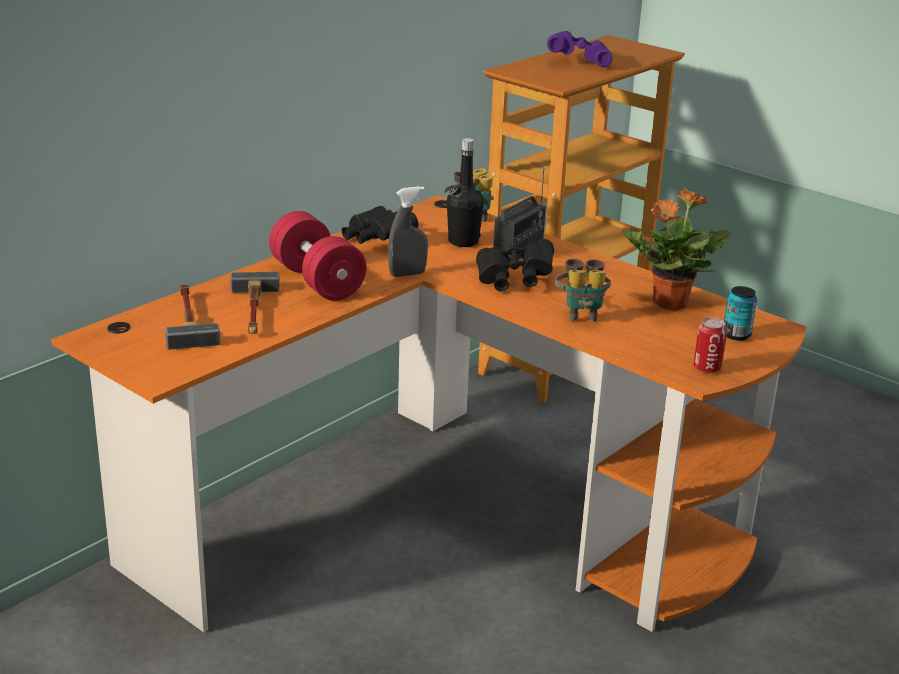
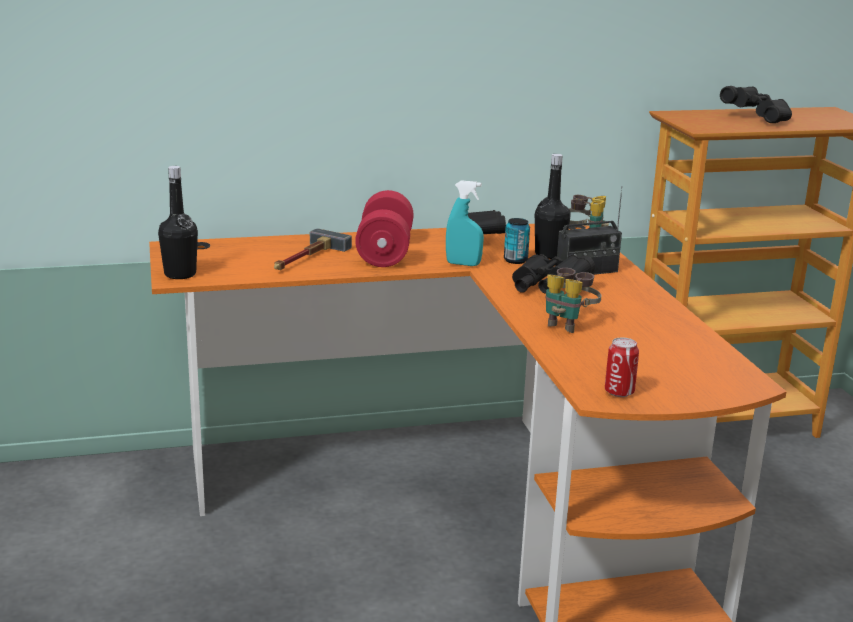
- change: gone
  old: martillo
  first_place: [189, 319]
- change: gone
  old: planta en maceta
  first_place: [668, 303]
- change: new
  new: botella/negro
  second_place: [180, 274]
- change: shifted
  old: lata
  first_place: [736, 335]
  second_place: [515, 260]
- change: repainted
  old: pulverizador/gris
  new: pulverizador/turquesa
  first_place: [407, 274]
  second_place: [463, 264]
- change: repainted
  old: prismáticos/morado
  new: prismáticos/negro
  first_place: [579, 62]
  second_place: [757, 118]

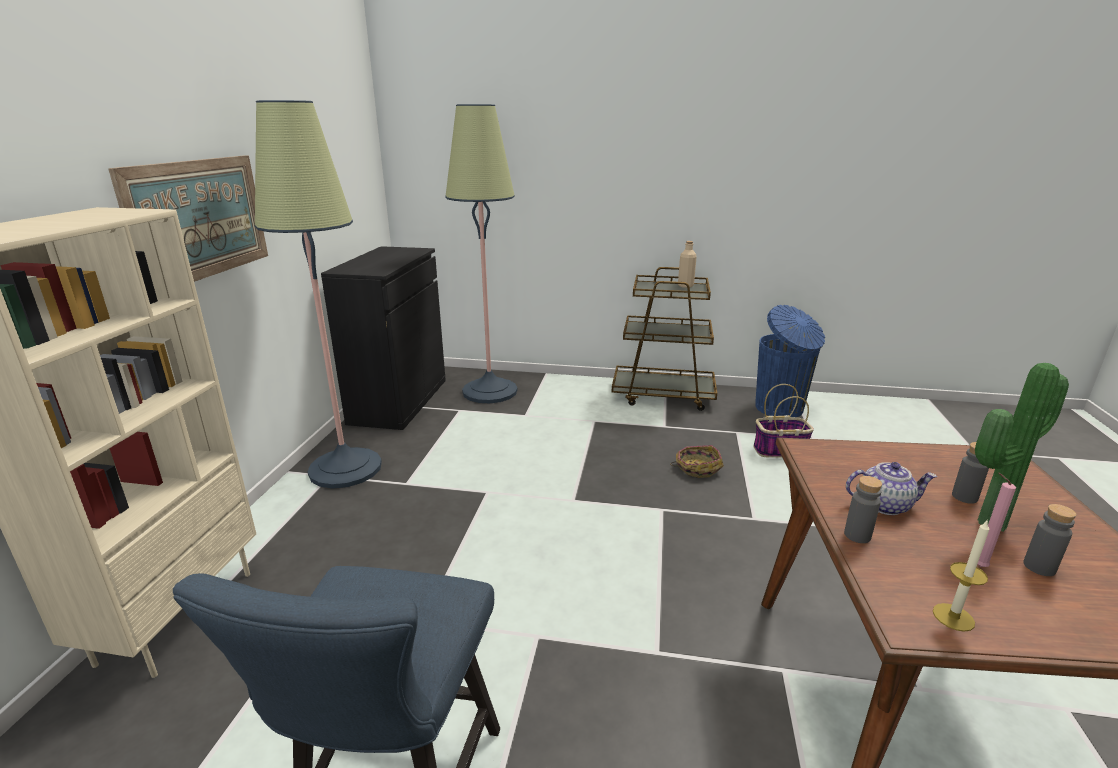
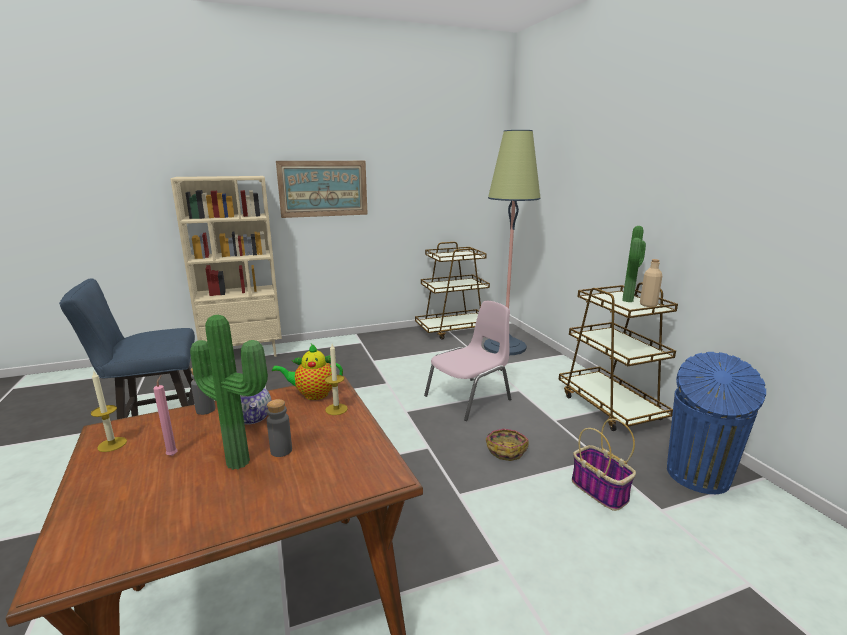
- change: gone
  old: lámpara de pie
  first_place: [345, 468]
- change: gone
  old: botella/gris
  first_place: [1039, 567]
- change: new
  new: tetera
  second_place: [313, 394]
- change: new
  new: vela
  second_place: [336, 409]
- change: new
  new: silla/rosa
  second_place: [469, 398]
- change: new
  new: planta en maceta
  second_place: [630, 301]
- change: swapped
  old: armario/negro
  new: carrito/marrón
  first_place: [399, 401]
  second_place: [453, 330]

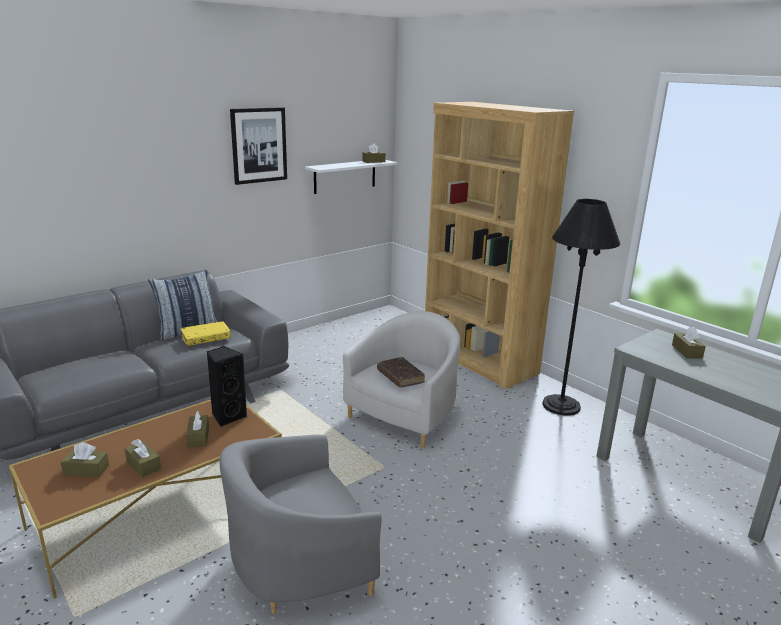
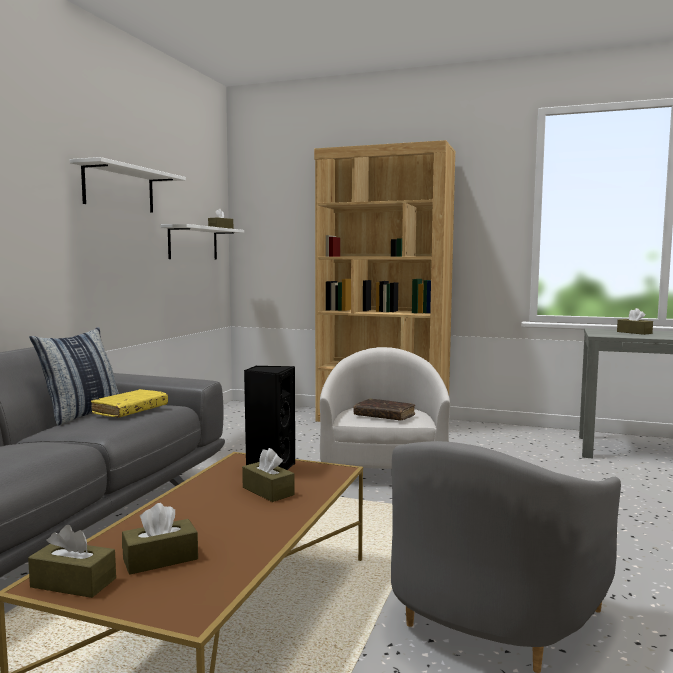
- change: gone
  old: lámpara de pie/negro
  first_place: [561, 405]
- change: shifted
  old: caja de pañuelos/marrón
  first_place: [143, 465]
  second_place: [73, 583]
- change: swapped
  old: cuadro
  new: estante/blanco
  first_place: [259, 145]
  second_place: [119, 189]

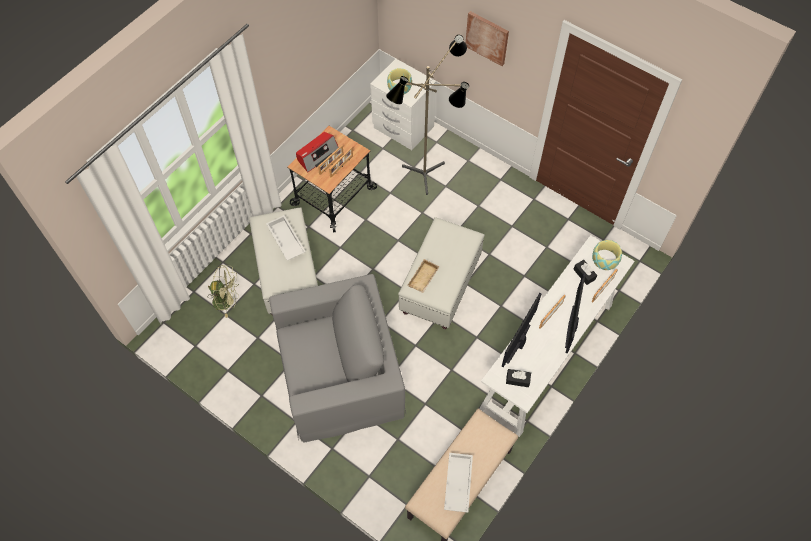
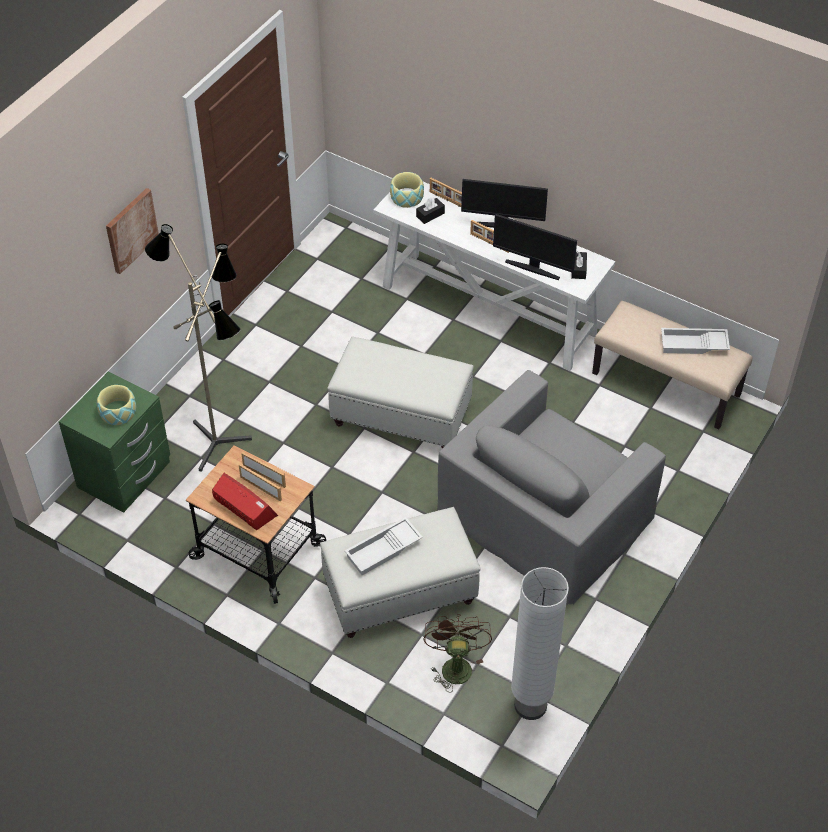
- change: gone
  old: bandeja/beis
  first_place: [424, 278]
- change: new
  new: lámpara de pie/blanco
  second_place: [530, 705]
- change: repainted
  old: ventilador/verde
  new: ventilador/marrón
  first_place: [227, 301]
  second_place: [455, 665]
- change: repainted
  old: mesita de noche/blanco
  new: mesita de noche/verde
  first_place: [403, 128]
  second_place: [125, 475]
- change: rotated
  old: sillón/gris
  first_place: [340, 372]
  second_place: [545, 514]
  degrees: -120

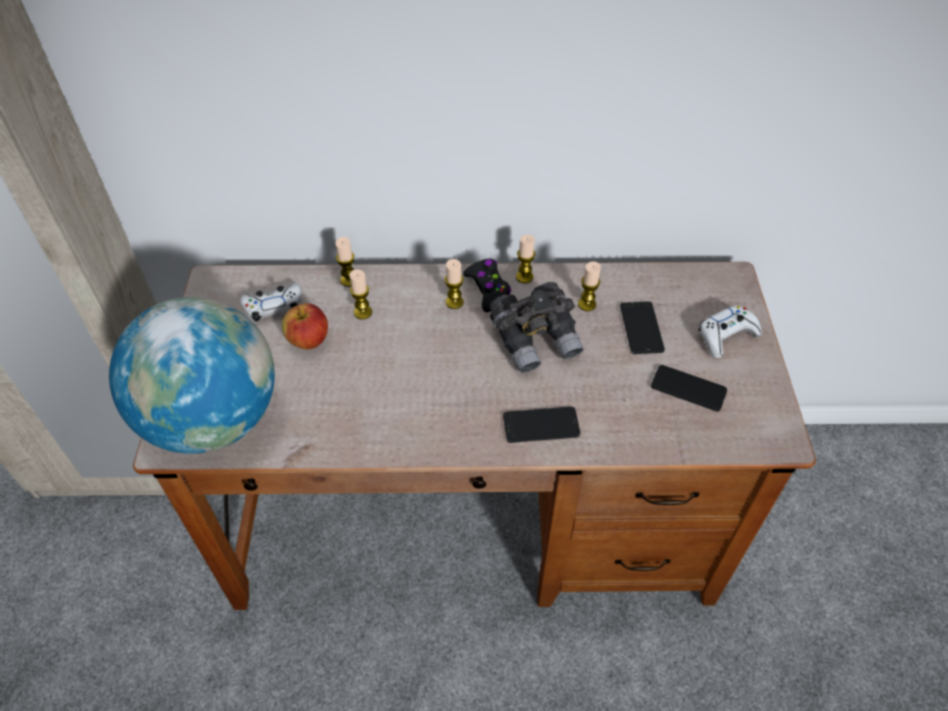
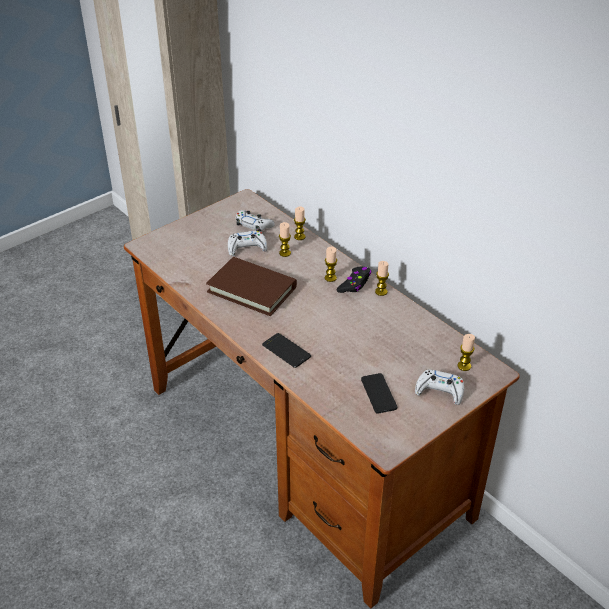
- change: gone
  old: globo terráqueo
  first_place: [214, 419]
- change: gone
  old: prismáticos/gris
  first_place: [536, 340]
- change: gone
  old: móvil
  first_place: [641, 328]
- change: new
  new: libro/marrón
  second_place: [252, 289]
- change: shifted
  old: vela
  first_place: [587, 304]
  second_place: [464, 366]
- change: swapped
  old: manzana
  new: mando de consola/blanco
  first_place: [309, 340]
  second_place: [247, 247]

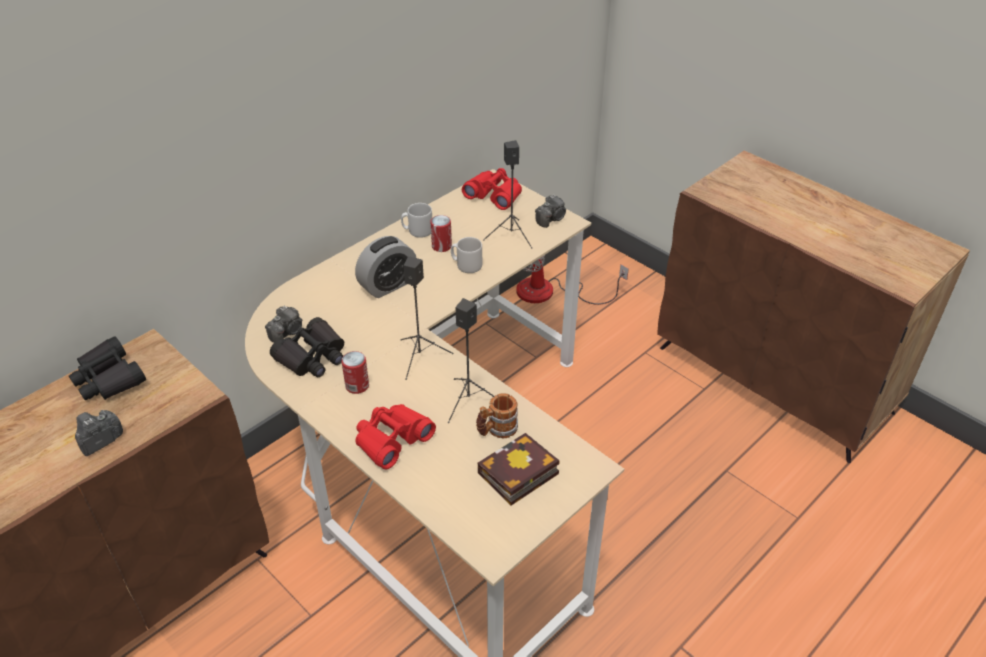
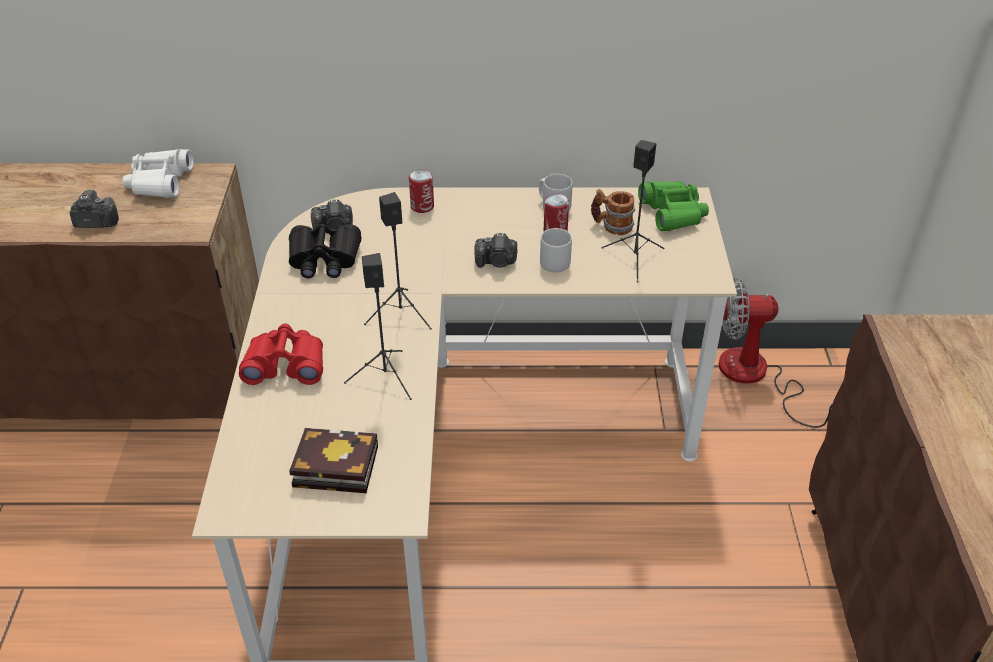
- change: gone
  old: despertador
  first_place: [388, 285]
- change: shifted
  old: lata
  first_place: [357, 386]
  second_place: [422, 206]
- change: shifted
  old: taza grande
  first_place: [496, 430]
  second_place: [611, 225]
- change: shifted
  old: cámara
  first_place: [551, 219]
  second_place: [497, 262]
- change: repainted
  old: prismáticos/negro
  new: prismáticos/blanco
  first_place: [109, 378]
  second_place: [160, 182]
- change: repainted
  old: prismáticos/rojo
  new: prismáticos/verde
  first_place: [494, 195]
  second_place: [672, 213]

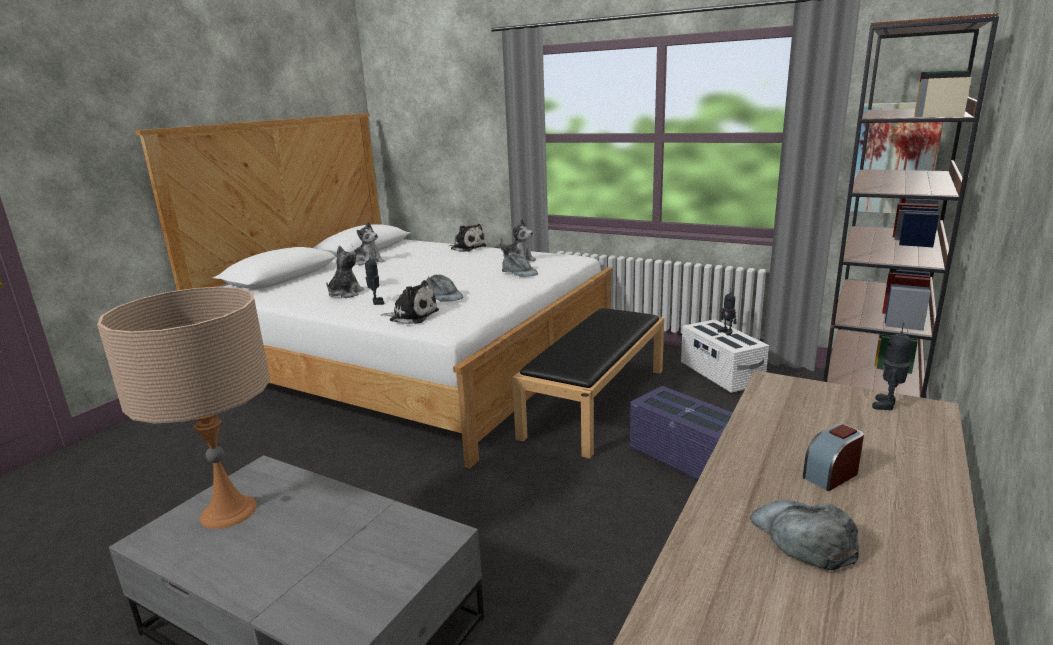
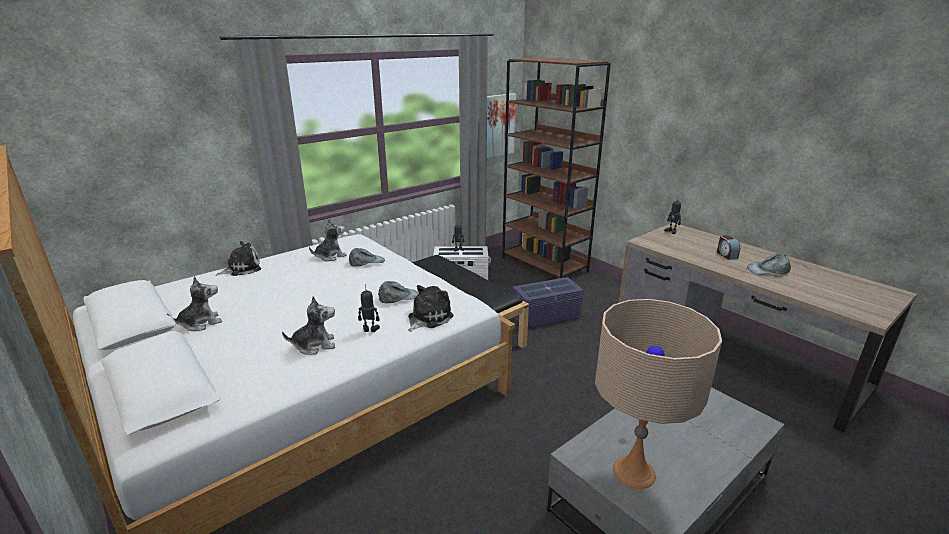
- change: rotated
  old: peluche
  first_place: [345, 294]
  second_place: [314, 345]
  degrees: 120

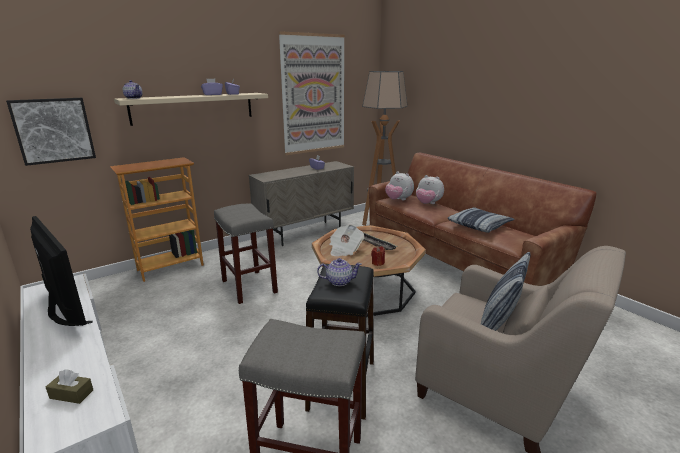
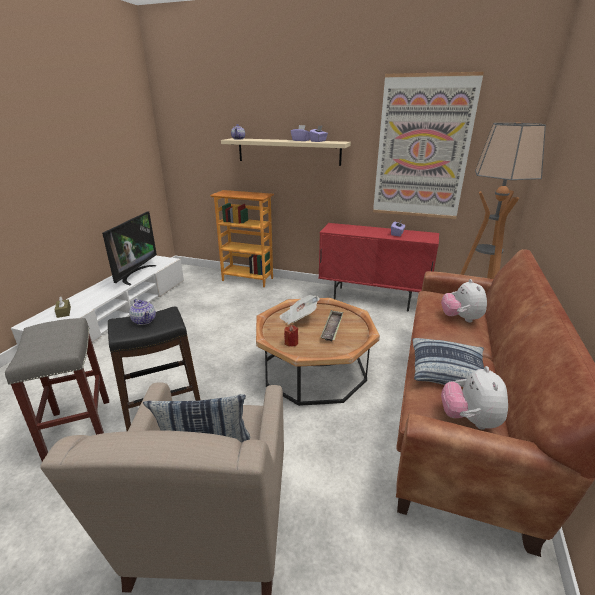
- change: gone
  old: cuadro
  first_place: [54, 130]
- change: gone
  old: taburete/gris
  first_place: [250, 287]
- change: shifted
  old: peluche
  first_place: [398, 200]
  second_place: [469, 420]
- change: repainted
  old: armario/beis
  new: armario/rojo
  first_place: [305, 233]
  second_place: [372, 299]

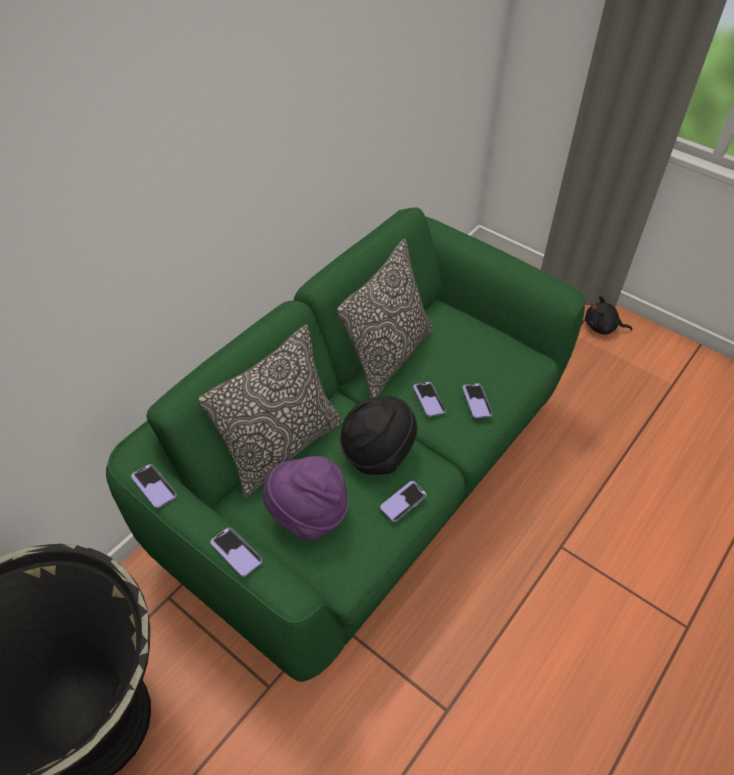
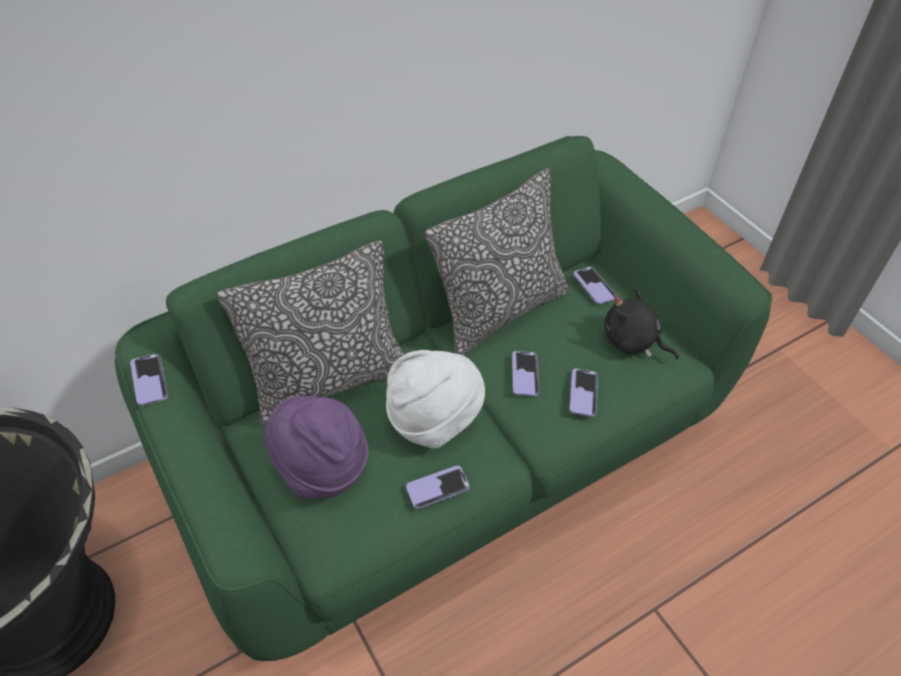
- change: shifted
  old: móvil
  first_place: [236, 552]
  second_place: [594, 286]
- change: shifted
  old: peluche/negro
  first_place: [602, 327]
  second_place: [633, 341]
- change: repainted
  old: sombrero/negro
  new: sombrero/blanco
  first_place: [377, 452]
  second_place: [434, 419]

